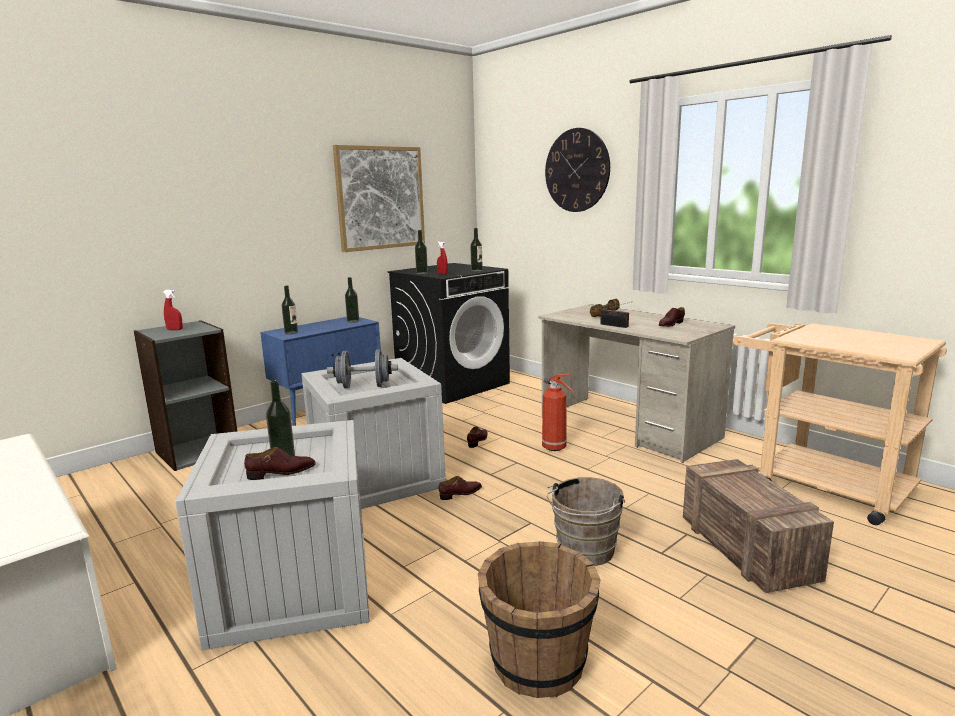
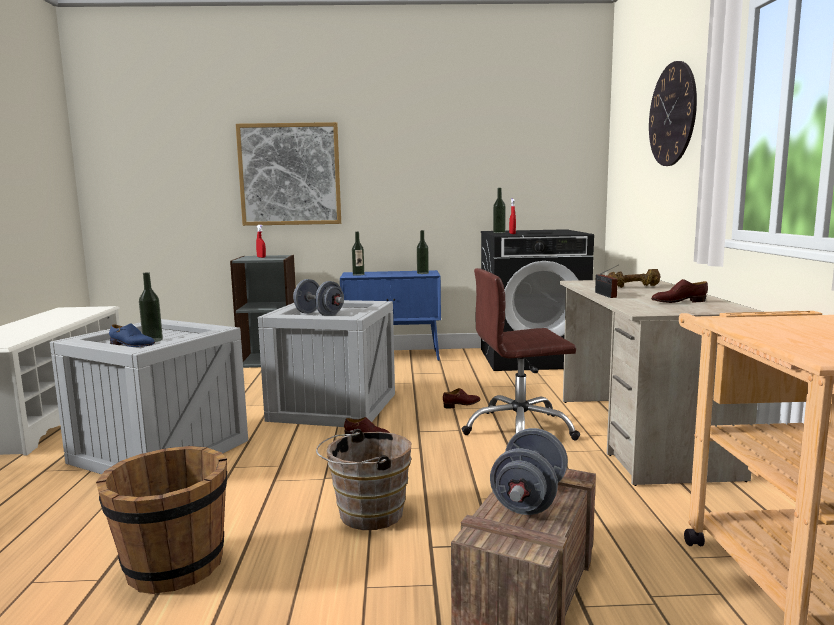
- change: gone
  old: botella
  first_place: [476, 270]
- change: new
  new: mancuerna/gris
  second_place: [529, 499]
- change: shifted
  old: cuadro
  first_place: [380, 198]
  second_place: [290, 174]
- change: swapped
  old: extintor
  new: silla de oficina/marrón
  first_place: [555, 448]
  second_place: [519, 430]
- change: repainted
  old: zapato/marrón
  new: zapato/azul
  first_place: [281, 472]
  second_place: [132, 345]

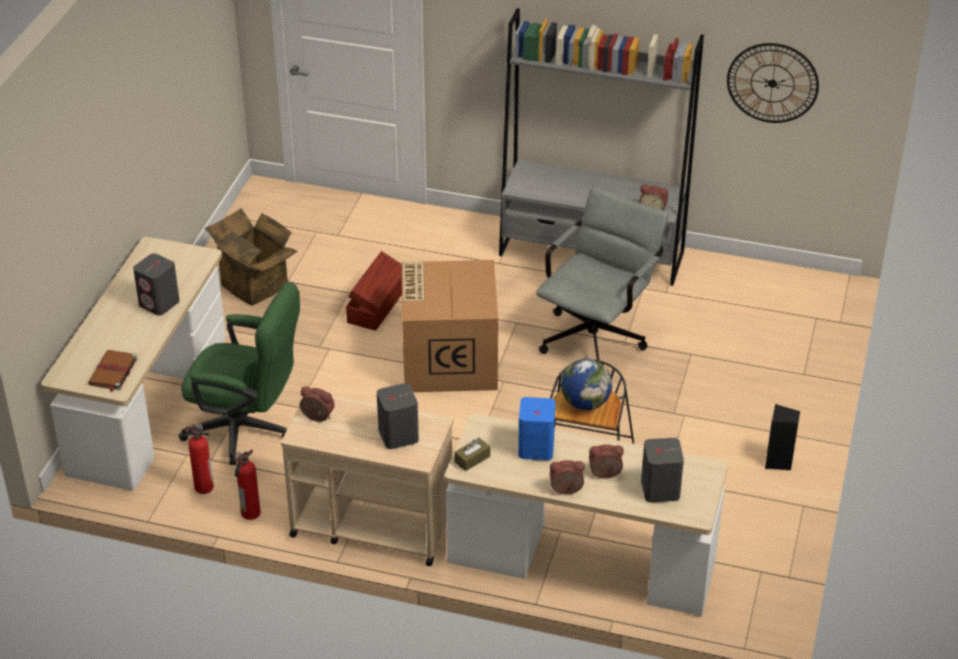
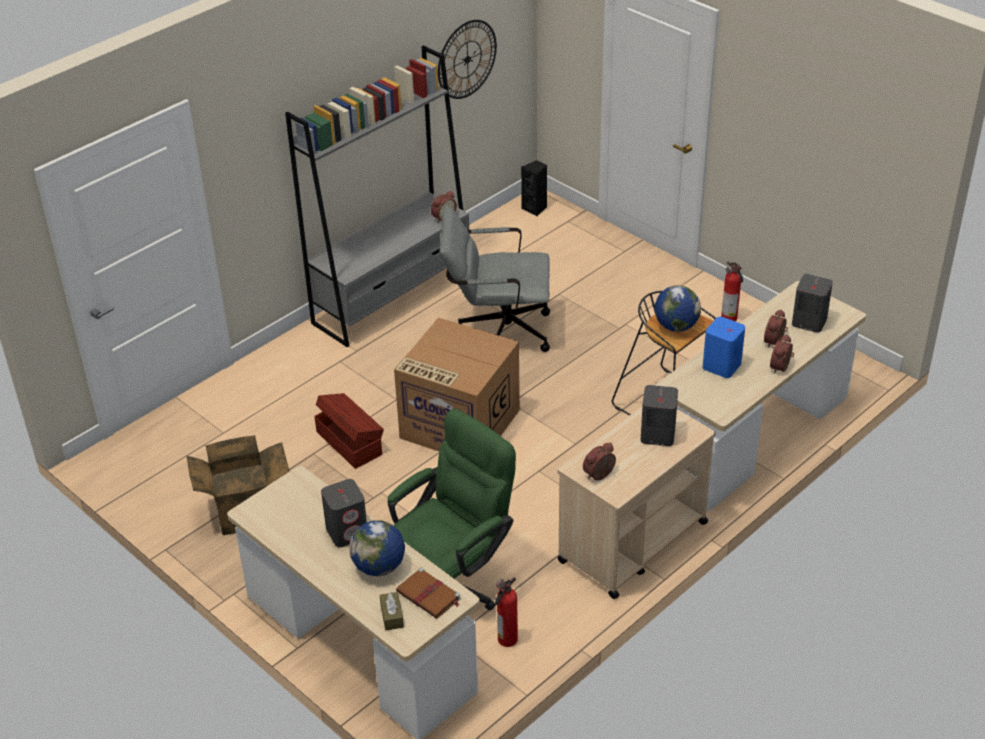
- change: new
  new: globo terráqueo
  second_place: [379, 567]
- change: shifted
  old: extintor
  first_place: [250, 513]
  second_place: [729, 318]
- change: shifted
  old: caja de pañuelos/marrón
  first_place: [472, 459]
  second_place: [392, 616]
- change: shifted
  old: altavoz/negro
  first_place: [778, 462]
  second_place: [535, 209]
- change: rotated
  old: silla de oficina/gris
  first_place: [597, 335]
  second_place: [497, 331]
  degrees: -60

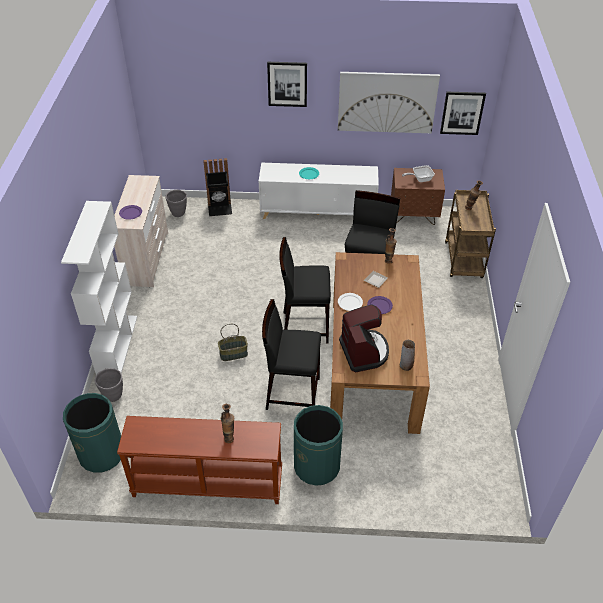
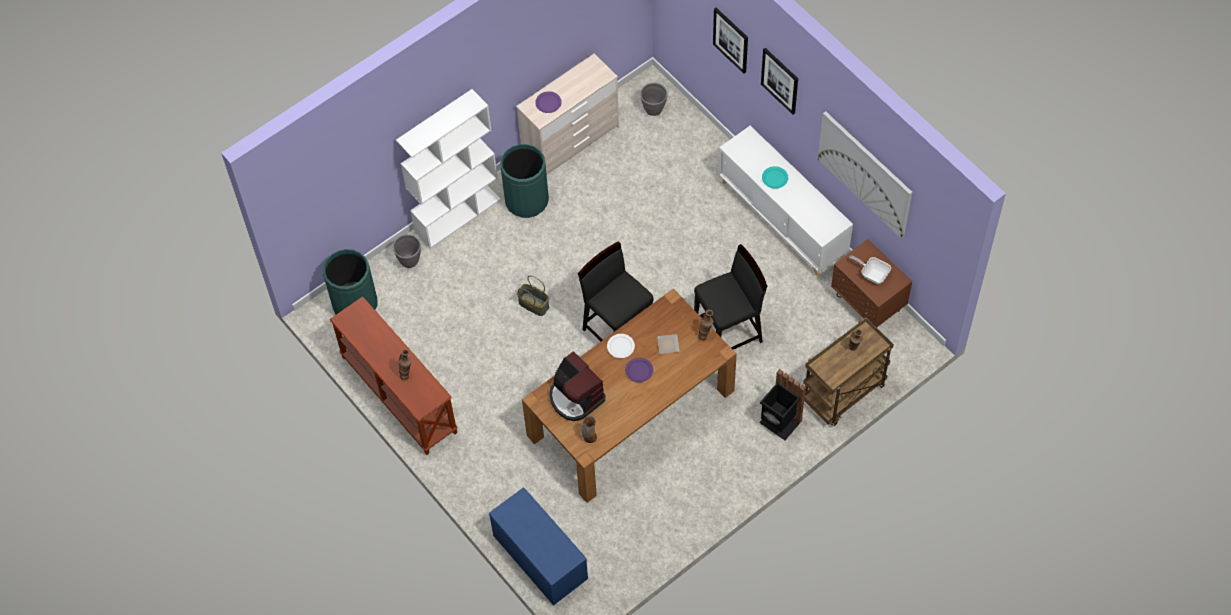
- change: gone
  old: taburete/negro
  first_place: [292, 393]
- change: new
  new: banco/azul
  second_place: [539, 557]
- change: shifted
  old: papelera/negro
  first_place: [220, 209]
  second_place: [779, 423]
- change: shifted
  old: papelera/verde
  first_place: [317, 466]
  second_place: [527, 200]
- change: shifted
  old: cuadro
  first_place: [462, 113]
  second_place: [731, 40]
- change: rotated
  old: cafetera
  first_place: [364, 352]
  second_place: [575, 397]
  degrees: 105

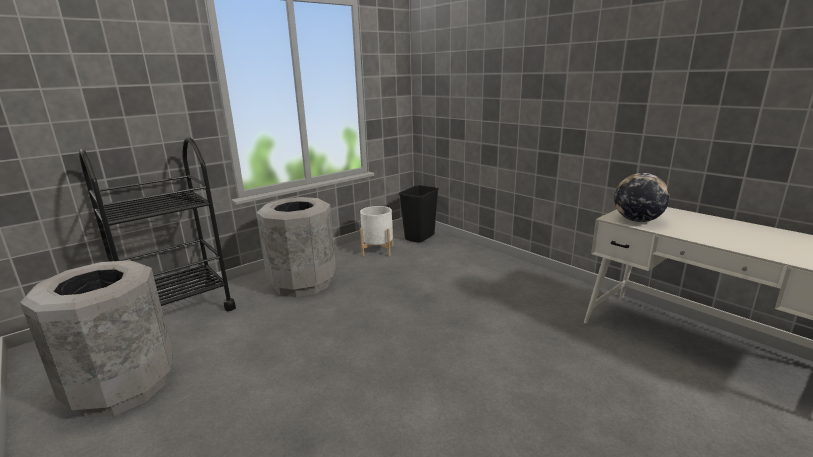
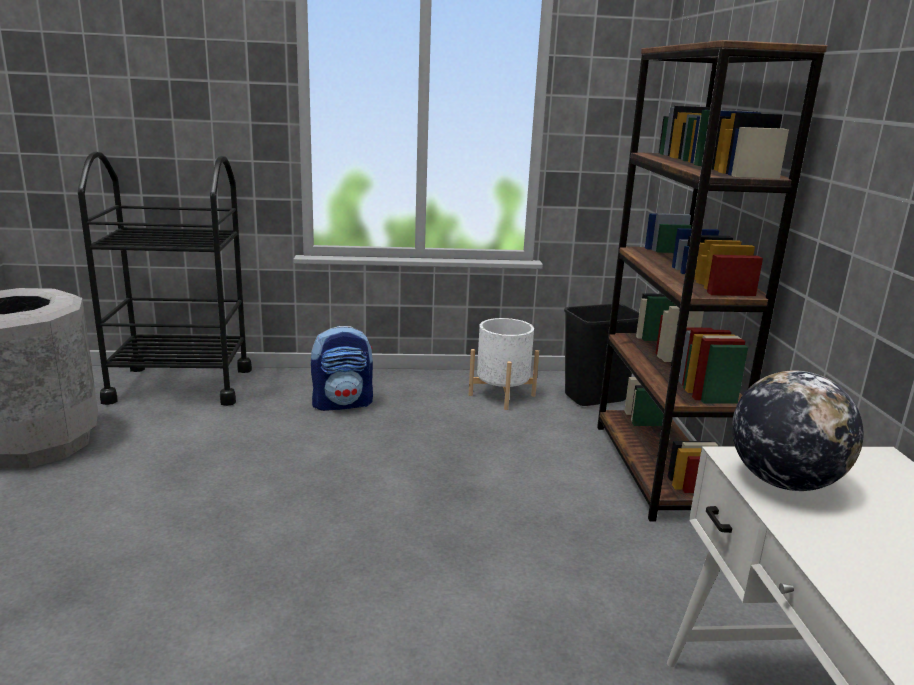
- change: new
  new: estantería/marrón
  second_place: [657, 469]
- change: swapped
  old: papelera/gris
  new: mochila
  first_place: [303, 283]
  second_place: [343, 403]

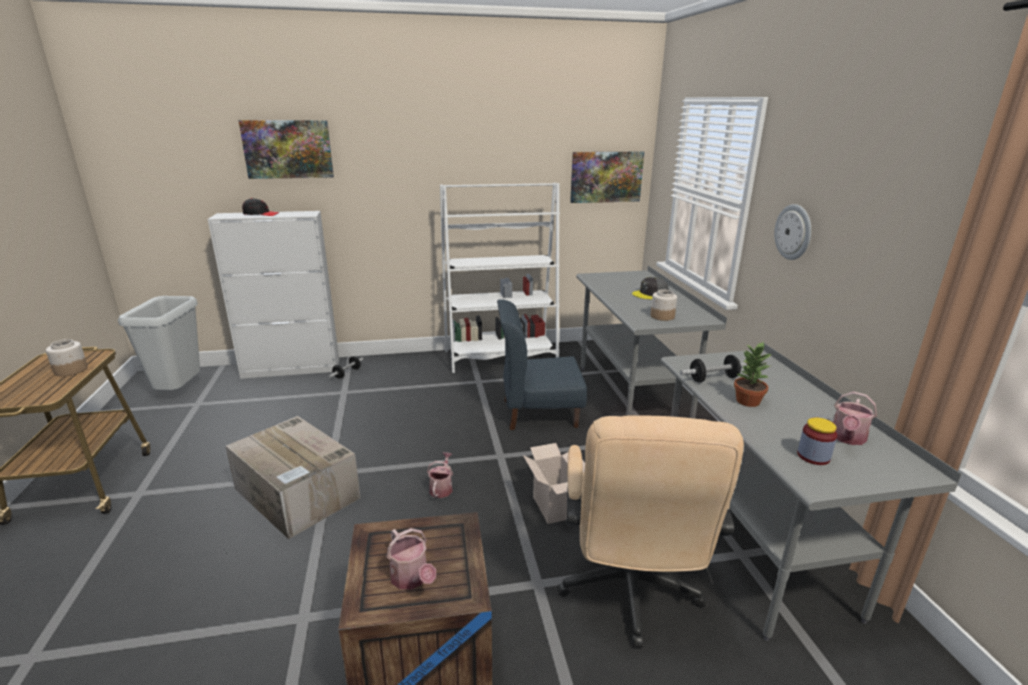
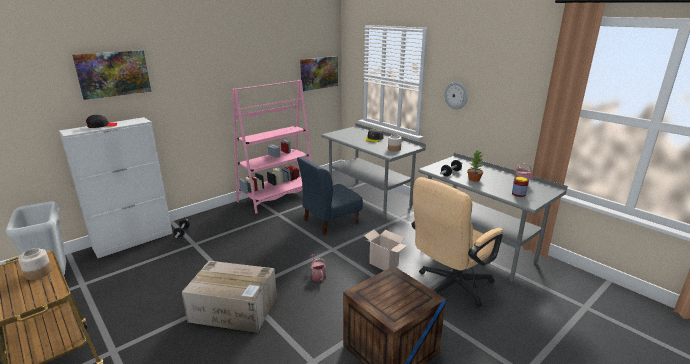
- change: gone
  old: regadera
  first_place: [412, 579]
- change: repainted
  old: estantería/blanco
  new: estantería/rosa
  first_place: [500, 358]
  second_place: [277, 197]
- change: rotated
  old: silla de oficina/beis
  first_place: [629, 594]
  second_place: [450, 287]
  degrees: 75

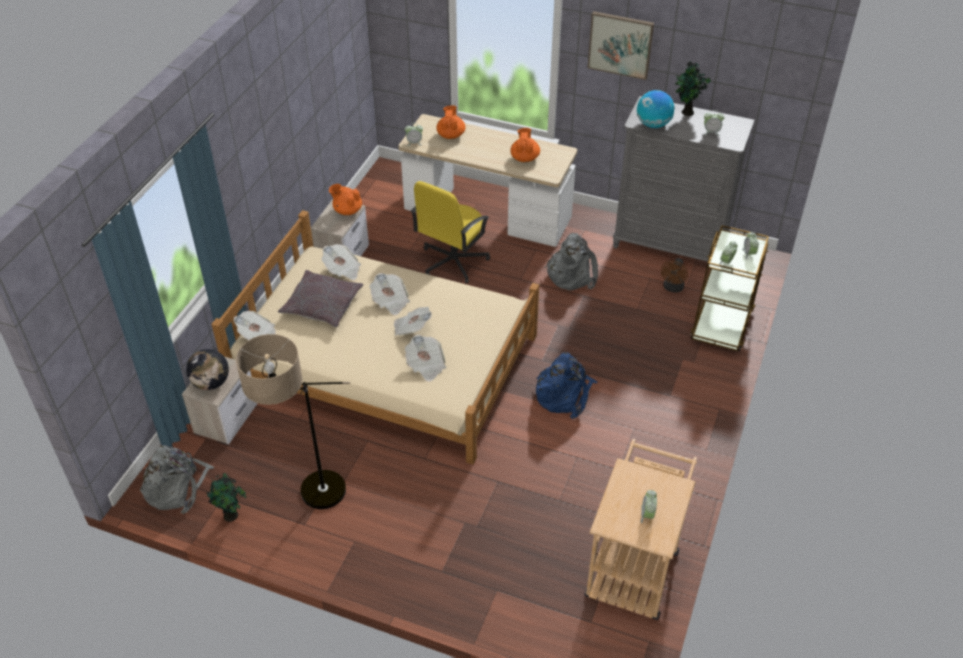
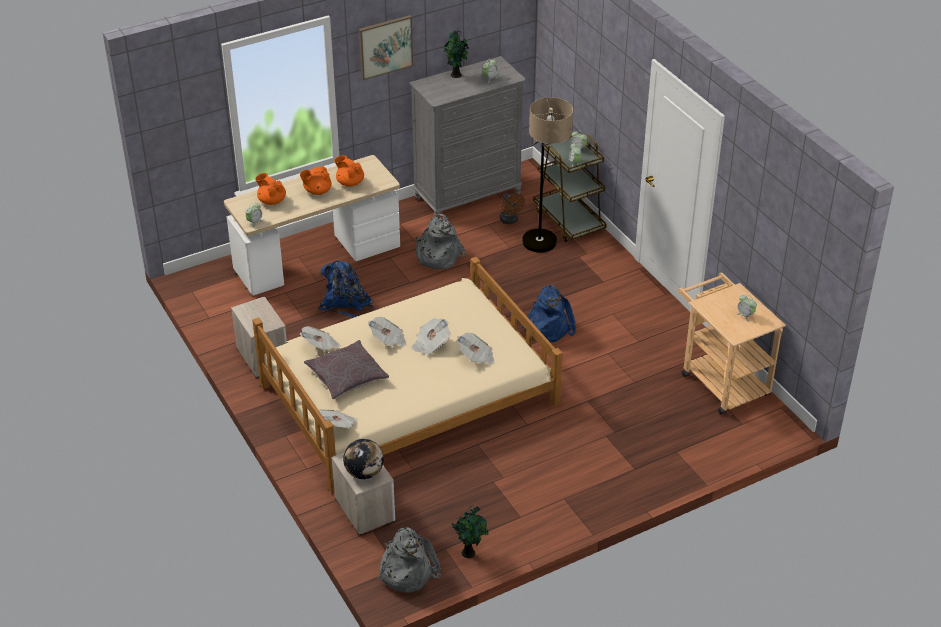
- change: gone
  old: globo terráqueo
  first_place: [653, 124]
- change: shifted
  old: lámpara de pie
  first_place: [310, 502]
  second_place: [542, 250]
- change: shifted
  old: tetera/naranja
  first_place: [347, 210]
  second_place: [317, 191]
- change: swapped
  old: silla de oficina/amarillo
  new: mochila/azul
  first_place: [452, 262]
  second_place: [347, 304]

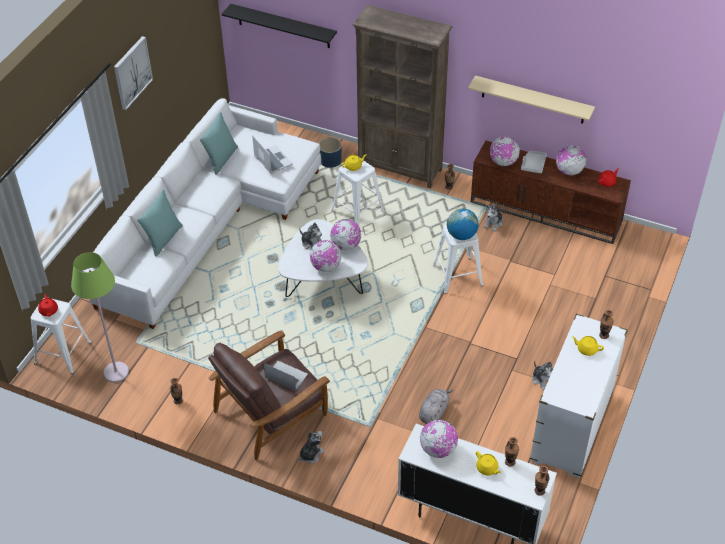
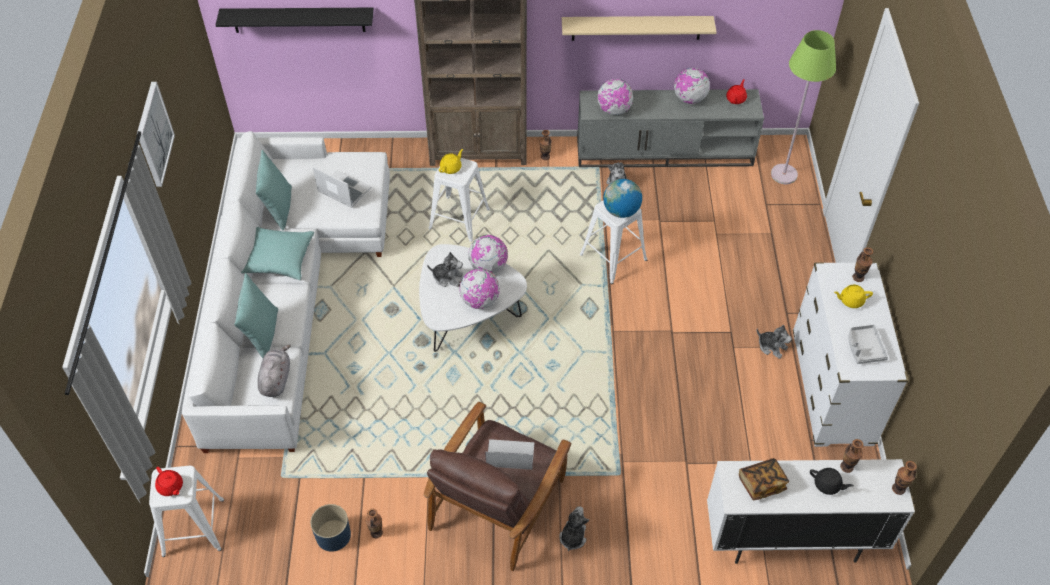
- change: new
  new: cojín/turquesa
  second_place: [279, 259]
- change: shifted
  old: lámpara de pie/verde
  first_place: [116, 372]
  second_place: [783, 174]
- change: shifted
  old: maceta/azul
  first_place: [330, 160]
  second_place: [333, 535]
- change: shifted
  old: peluche/gris
  first_place: [434, 412]
  second_place: [276, 379]
- change: shifted
  old: bandeja/gris
  first_place: [533, 165]
  second_place: [864, 348]
- change: swapped
  old: globo terráqueo
  new: libro
  first_place: [438, 449]
  second_place: [761, 483]
- change: repainted
  old: mueble de televisión/marrón
  new: mueble de televisión/gris
  first_place: [546, 211]
  second_place: [665, 151]
- change: repainted
  old: tetera/amarillo
  new: tetera/negro
  first_place: [487, 468]
  second_place: [827, 485]

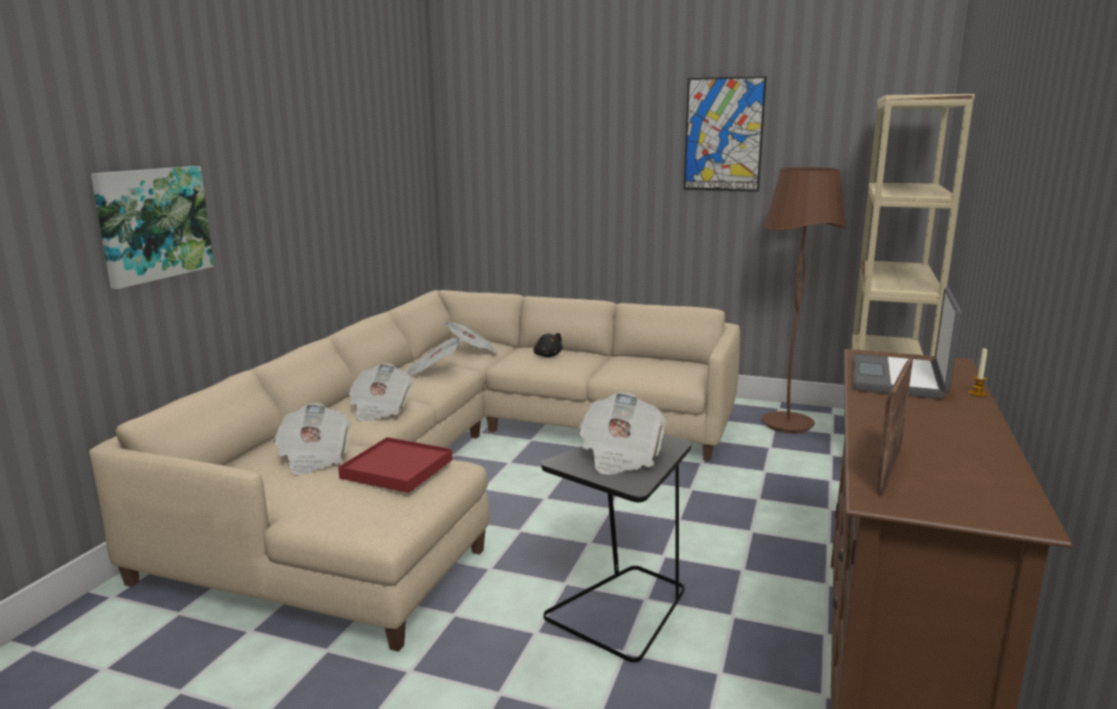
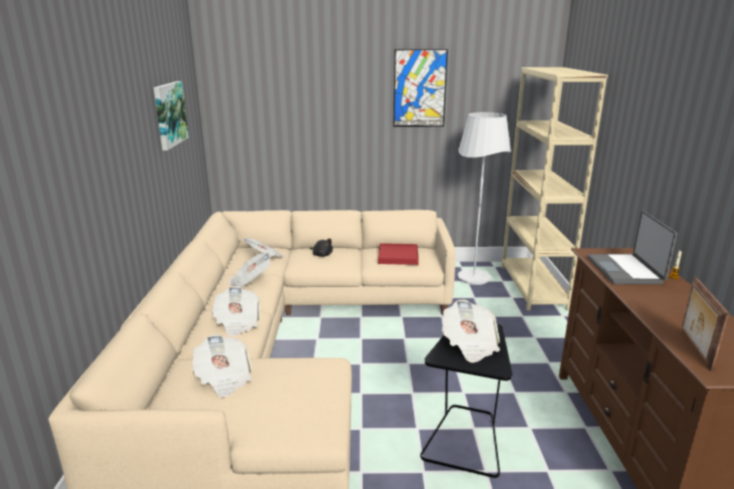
- change: shifted
  old: cuadro
  first_place: [153, 224]
  second_place: [169, 114]
- change: shifted
  old: bandeja/rojo
  first_place: [397, 469]
  second_place: [398, 256]
- change: repainted
  old: lámpara de pie/marrón
  new: lámpara de pie/blanco
  first_place: [787, 424]
  second_place: [473, 278]

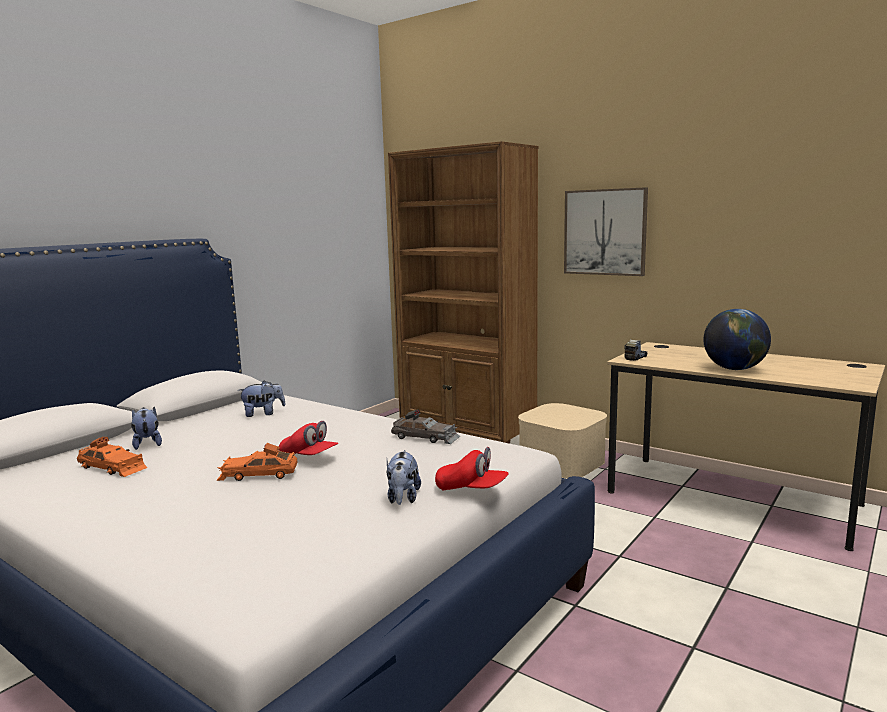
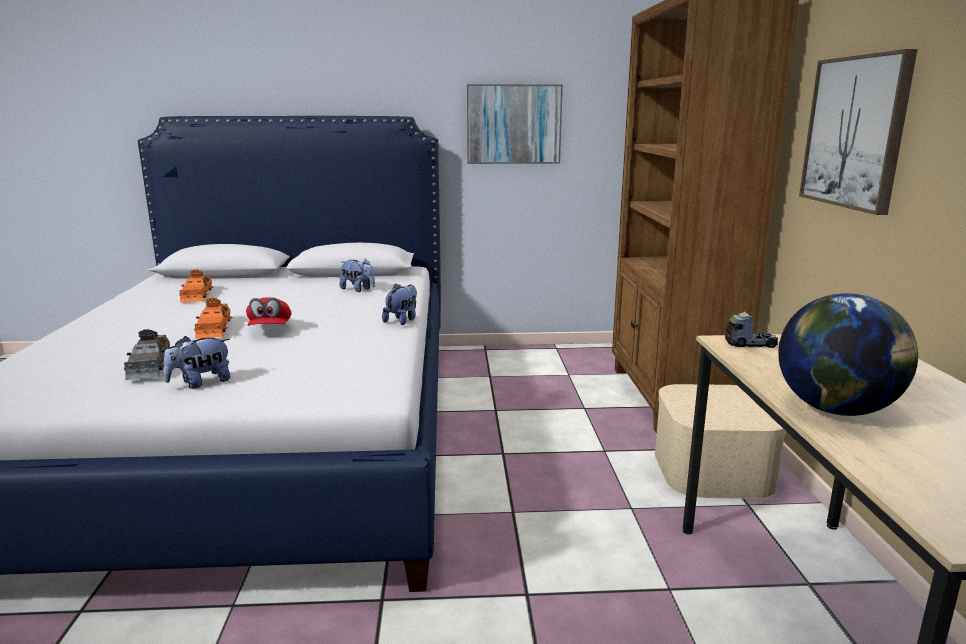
- change: gone
  old: gorra/rojo
  first_place: [471, 489]
- change: new
  new: cuadro
  second_place: [513, 124]
- change: shifted
  old: peluche
  first_place: [147, 444]
  second_place: [402, 320]
- change: shifted
  old: coche de juguete/gris
  first_place: [425, 437]
  second_place: [149, 365]
- change: rotated
  old: coche de juguete/naranja
  first_place: [258, 474]
  second_place: [214, 328]
  degrees: -150

